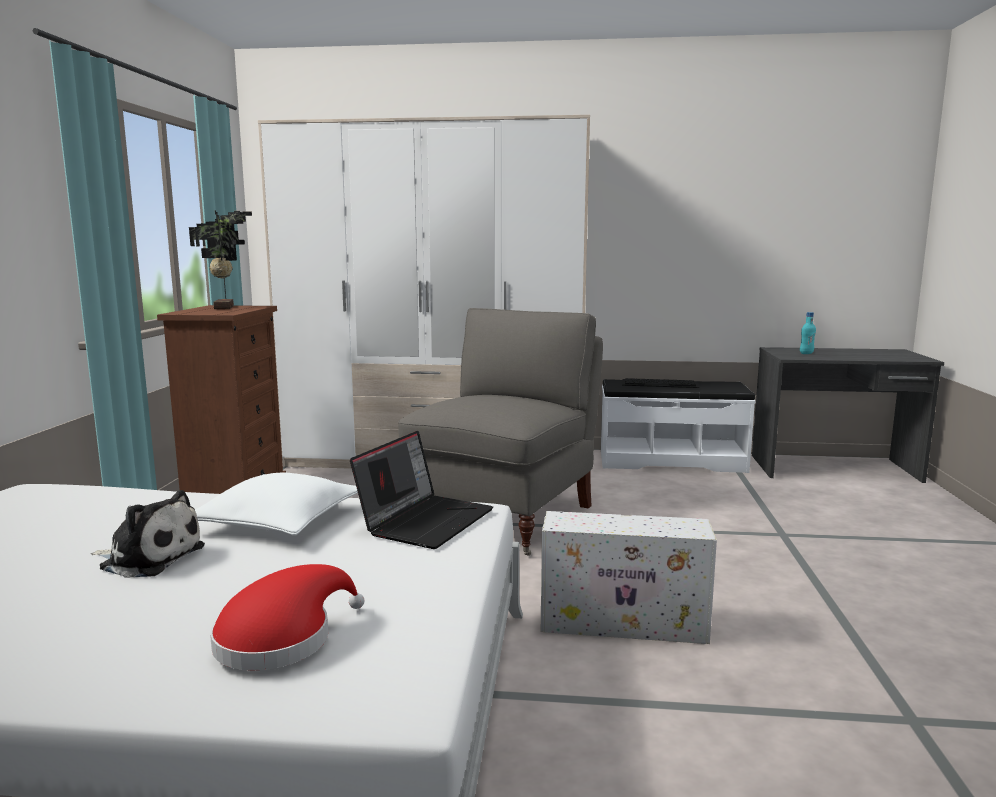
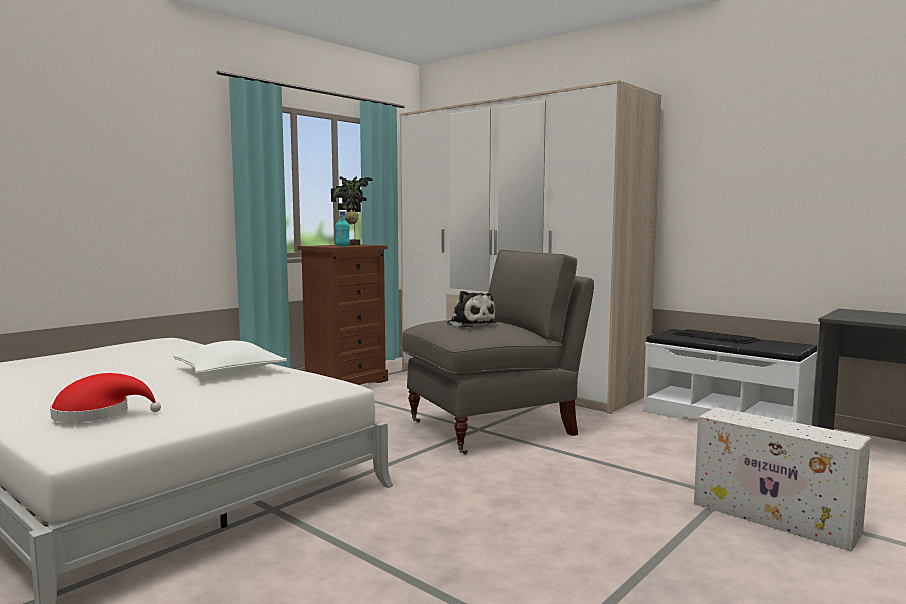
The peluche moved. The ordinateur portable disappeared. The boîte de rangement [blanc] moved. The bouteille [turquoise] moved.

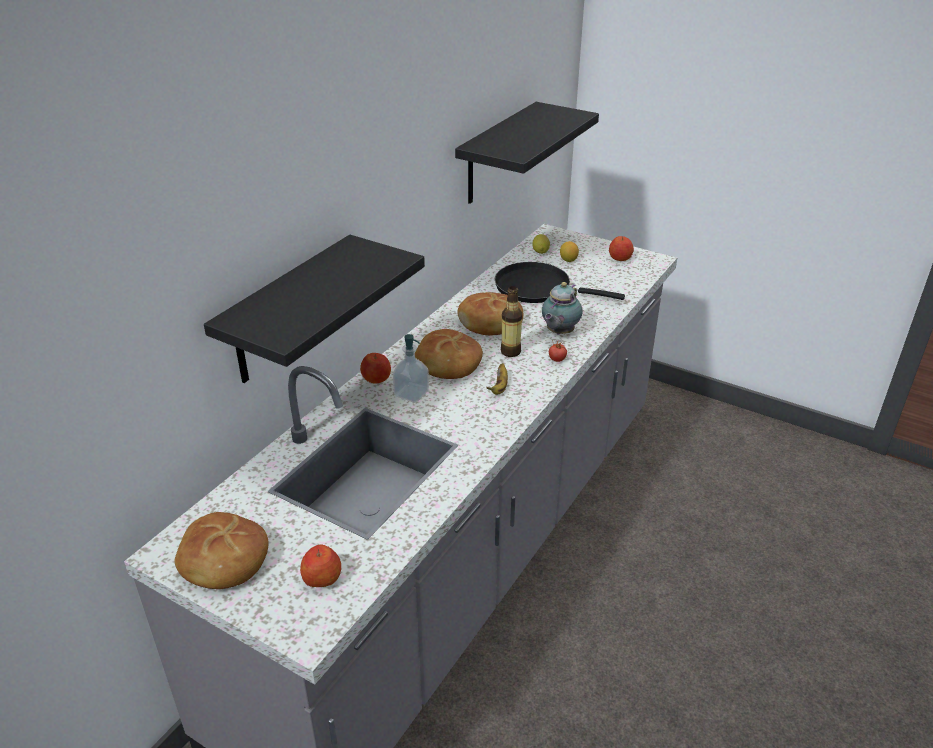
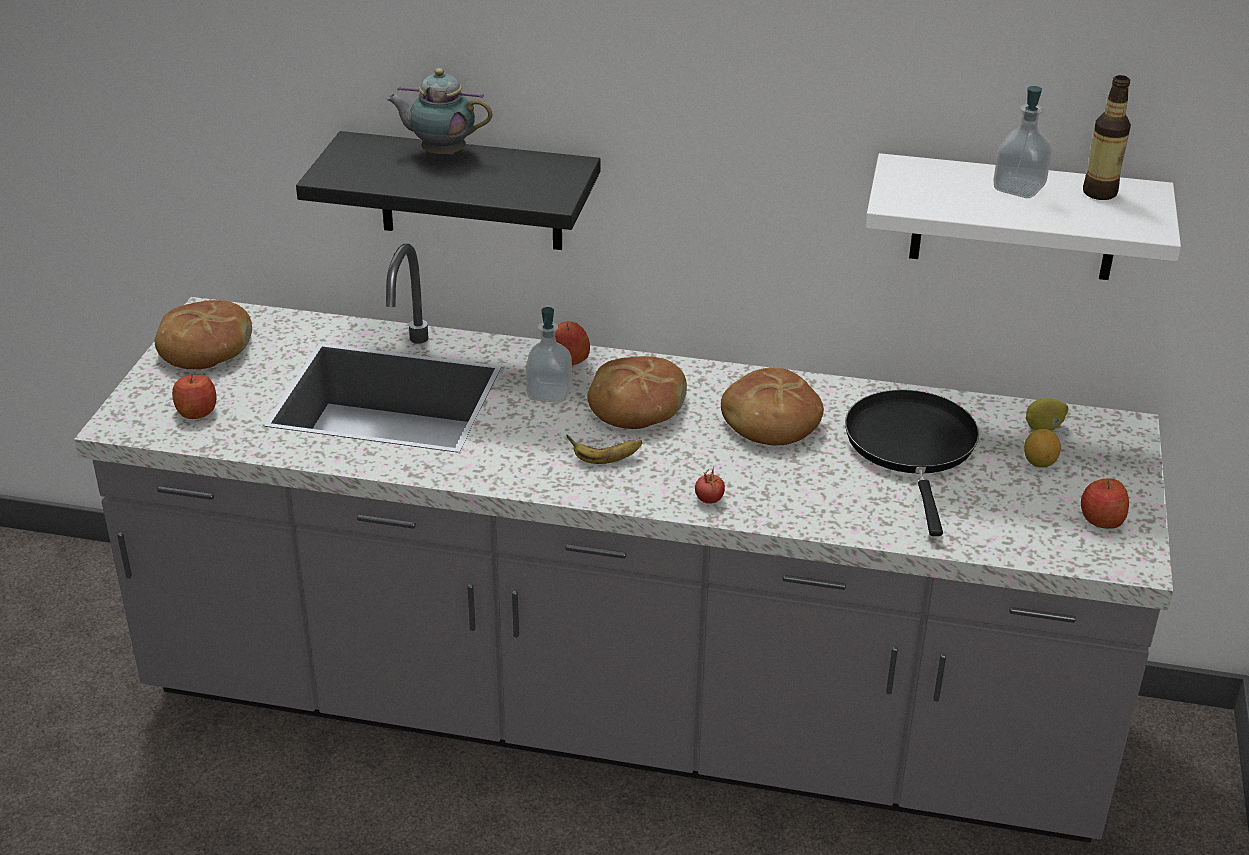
The étagère [noir] (no. 2 from left) became the étagère [blanc]. The bouteille moved. The théière moved. The distributeur de savon (no. 2 from left) appeared.

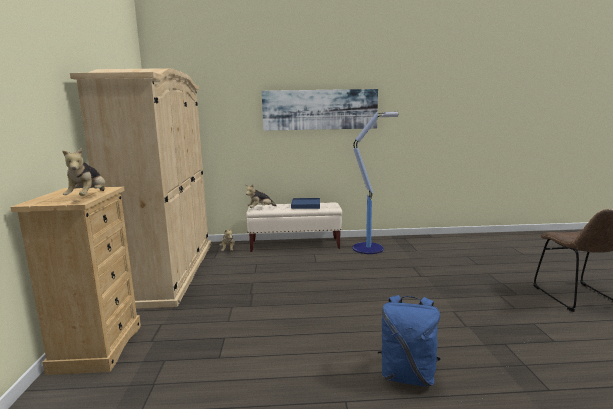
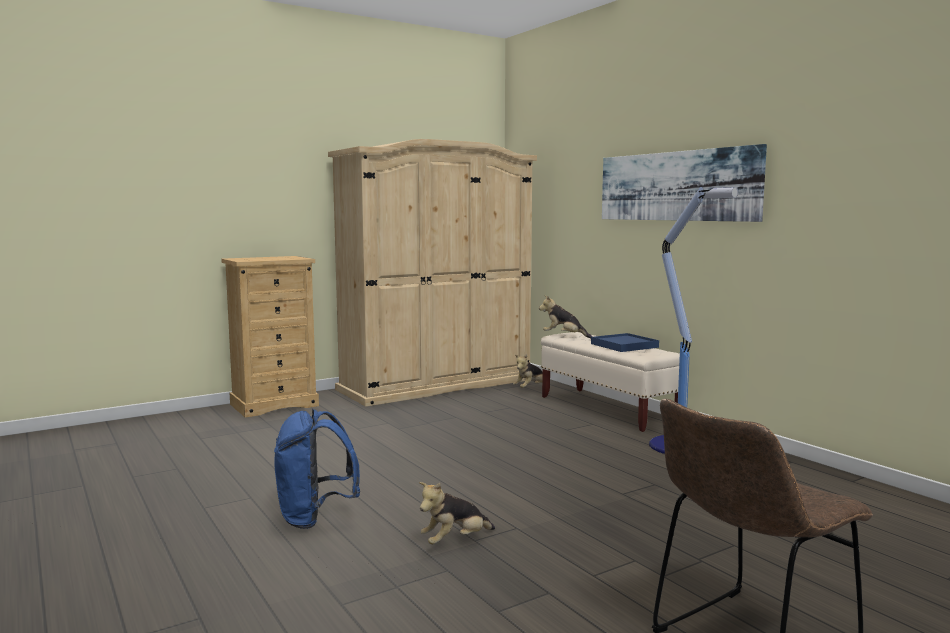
The peluche (no. 1 from left) moved.

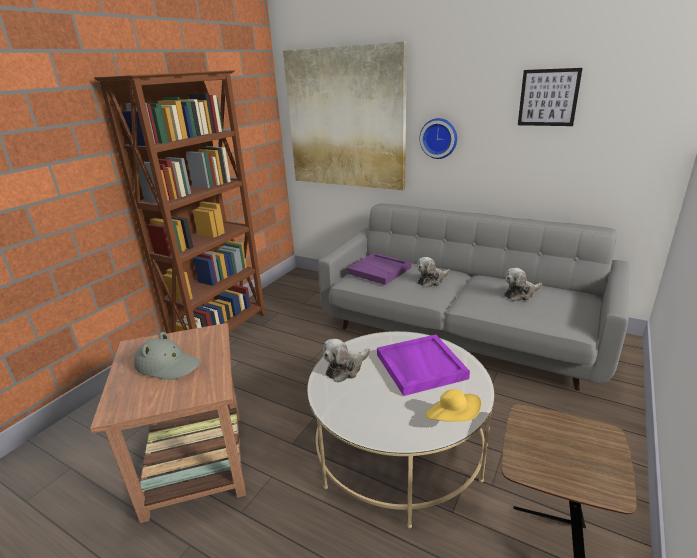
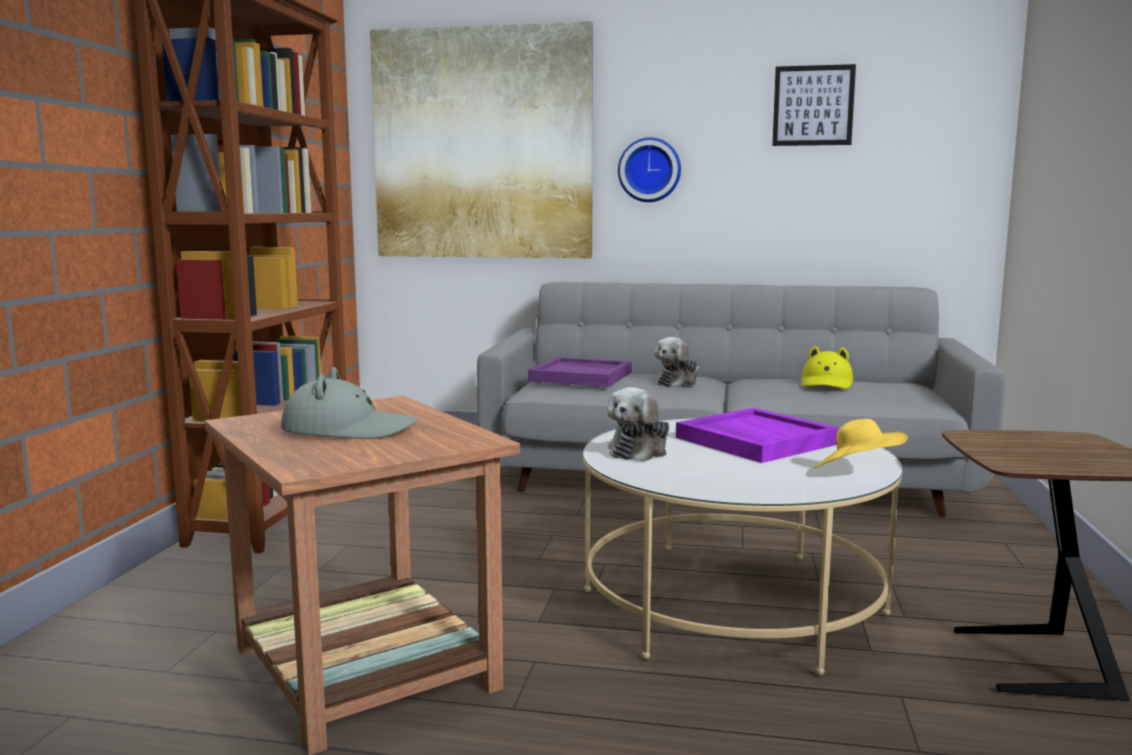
The peluche (no. 3 from left) was replaced by the chapeau [jaune] (no. 1 from left).

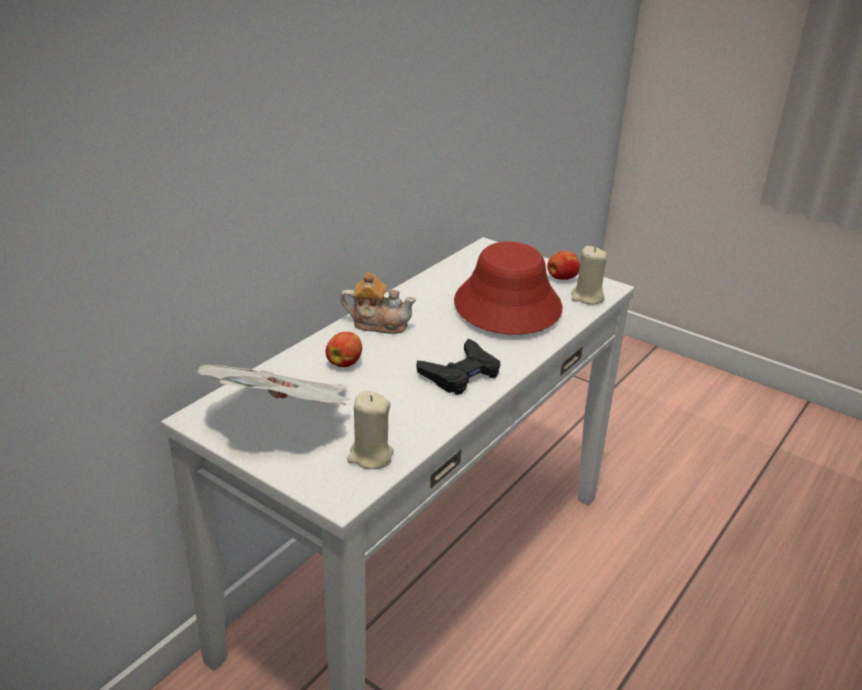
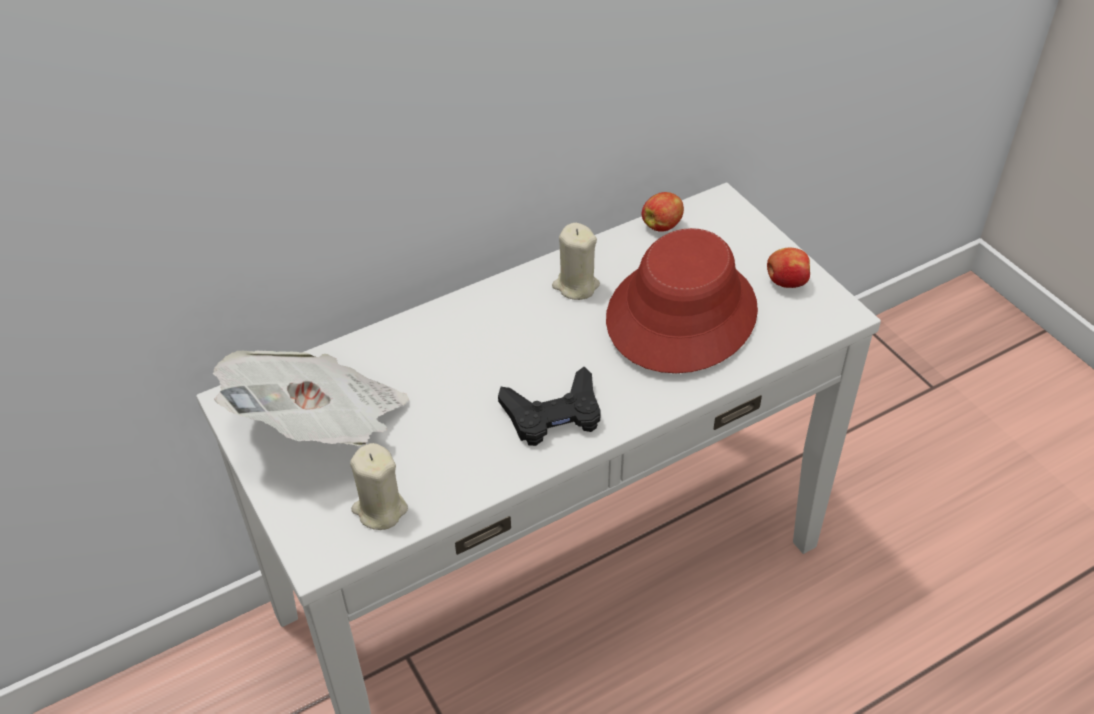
The pomme (no. 1 from left) moved. The théière disappeared. The bougie [beige] (no. 2 from left) moved.

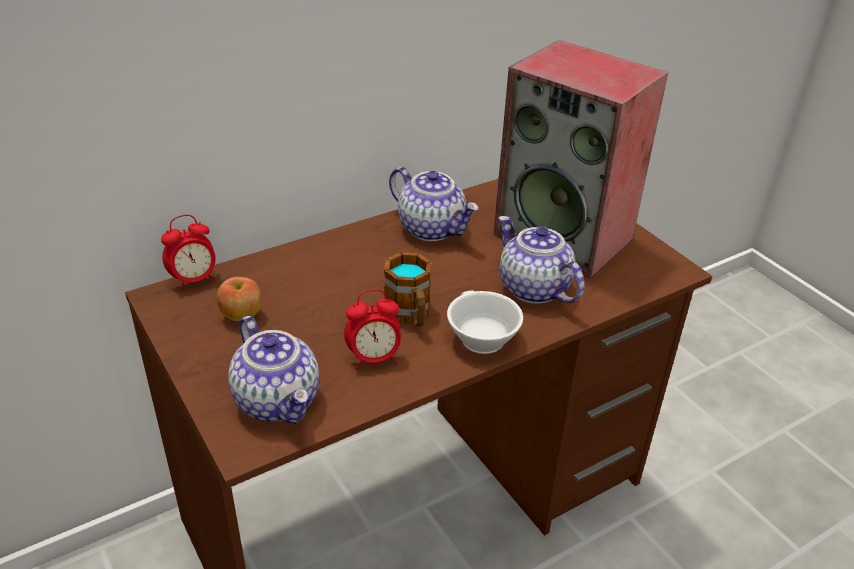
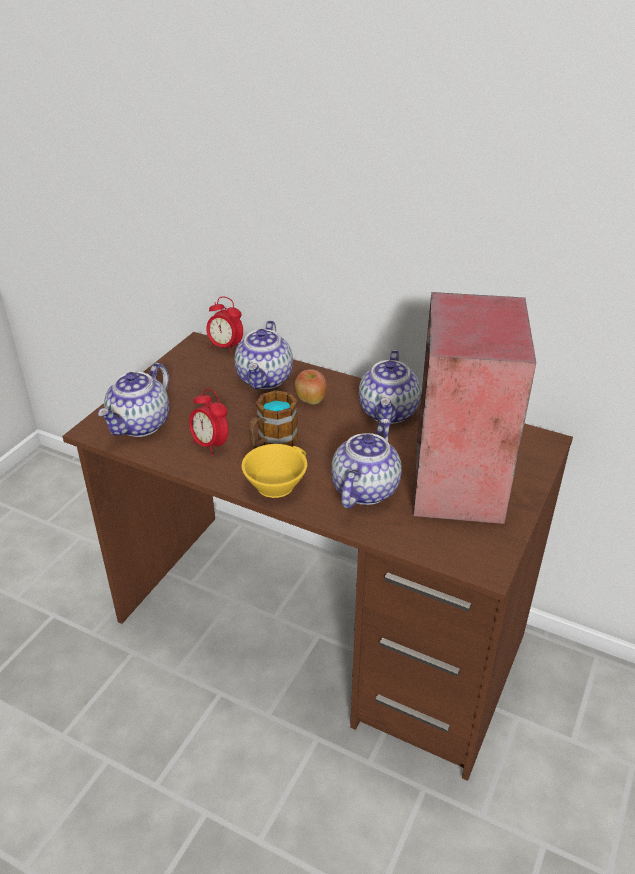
The pomme moved. The tasse [blanc] became the tasse [jaune]. The théière (no. 2 from left) appeared.

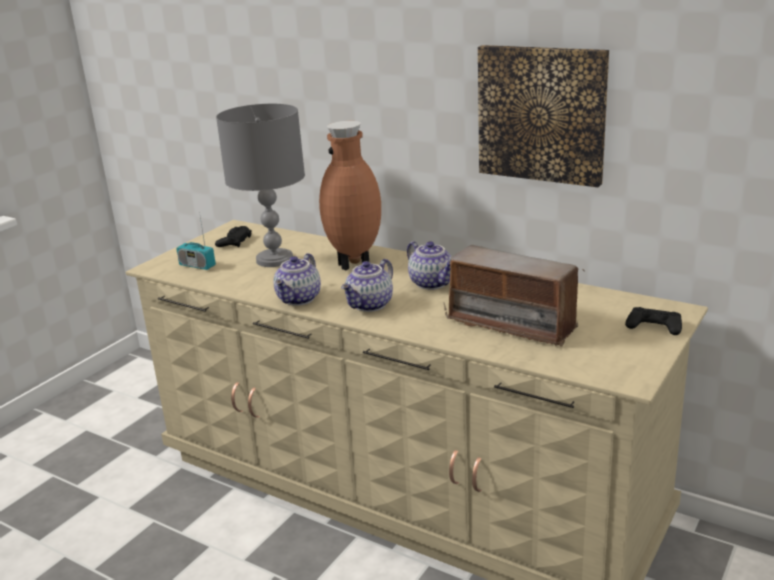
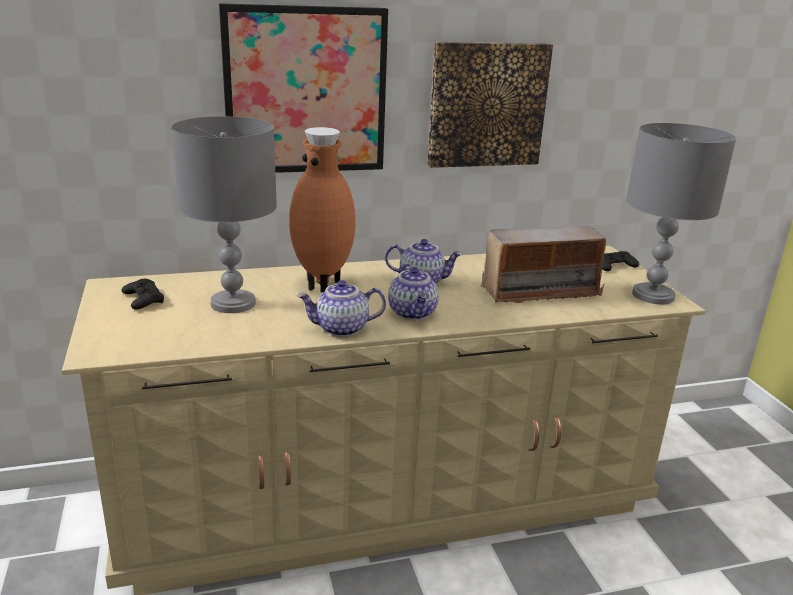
The radio (no. 1 from left) disappeared. The théière (no. 1 from left) turned 105 degrees clockwise. The tableau (no. 1 from left) appeared. The lampe de table [gris] (no. 2 from left) appeared.

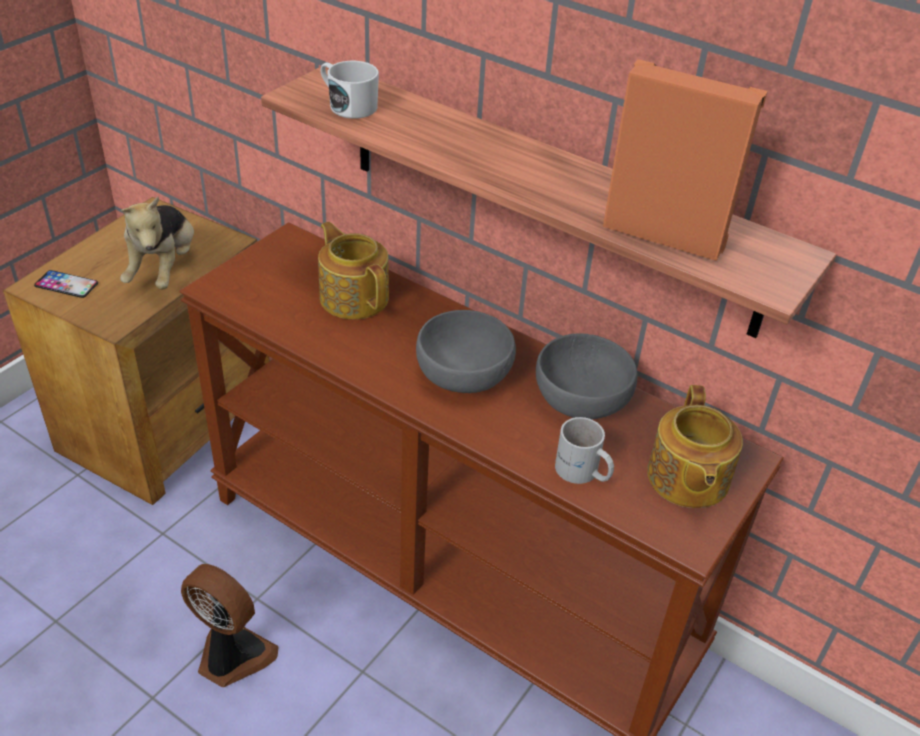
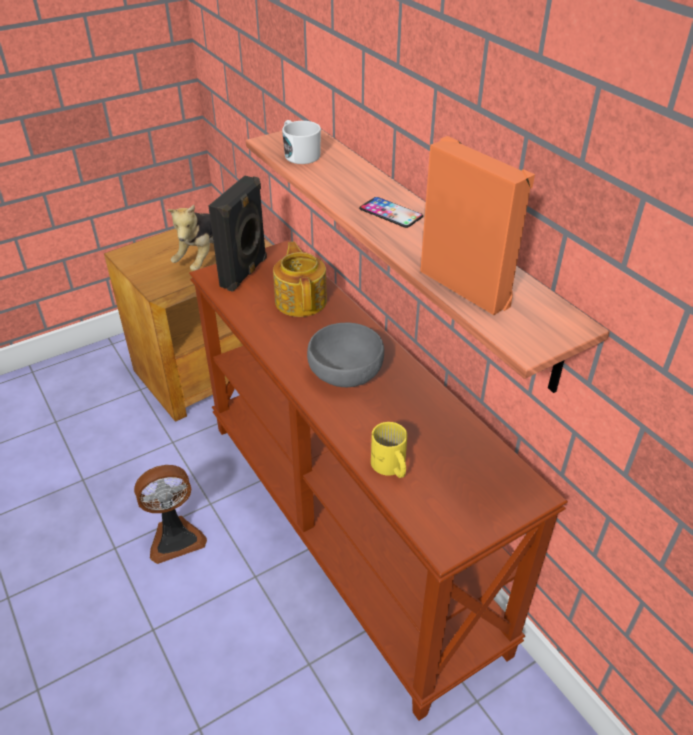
The téléphone moved. The ventilateur turned 105 degrees clockwise. The bol [gris] (no. 2 from left) disappeared. The mug [blanc] (no. 2 from left) became the mug [jaune]. The théière (no. 2 from left) disappeared. The enceinte [noir] appeared.

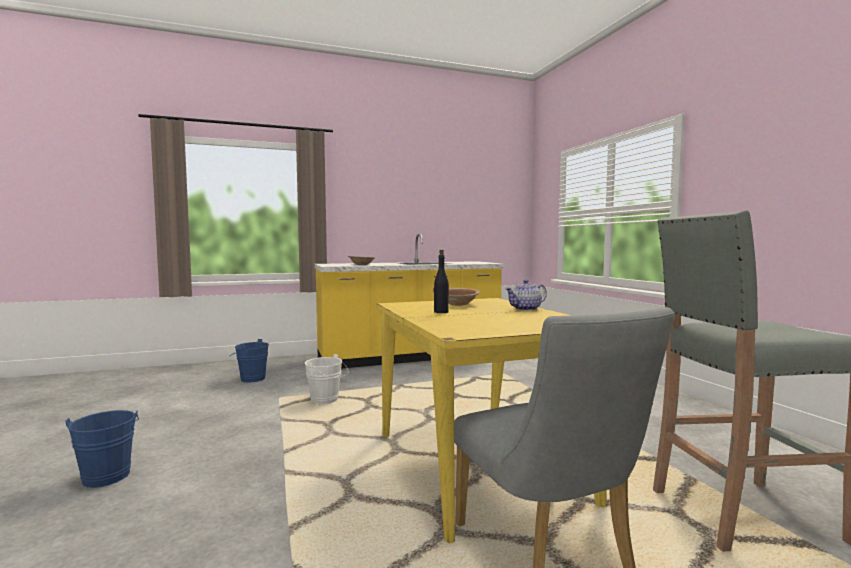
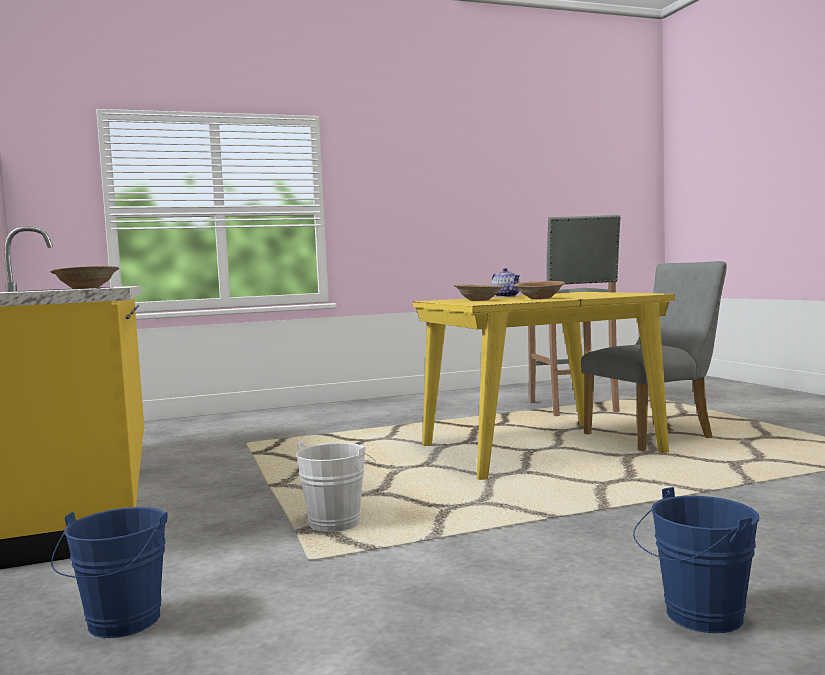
The bouteille [noir] was replaced by the bol [marron] (no. 3 from left).

